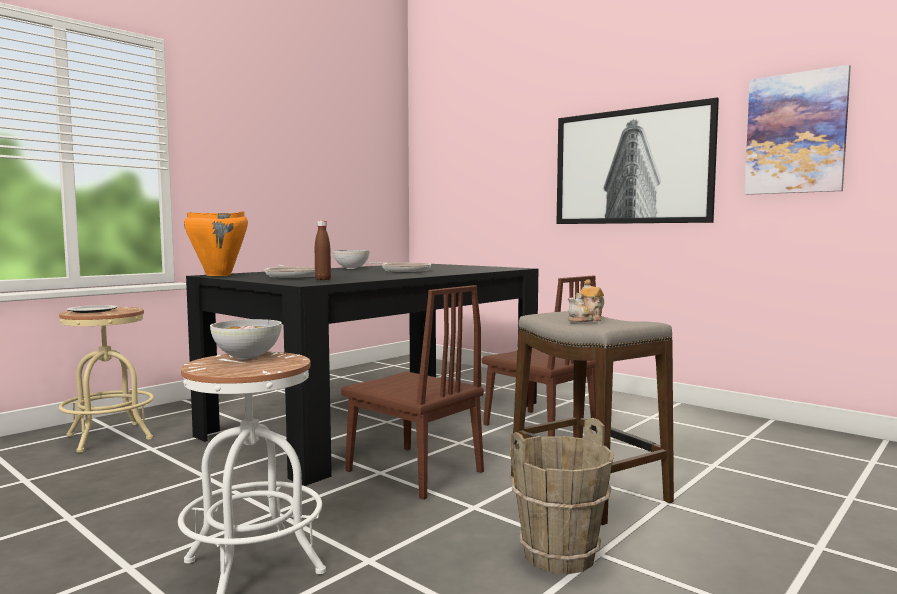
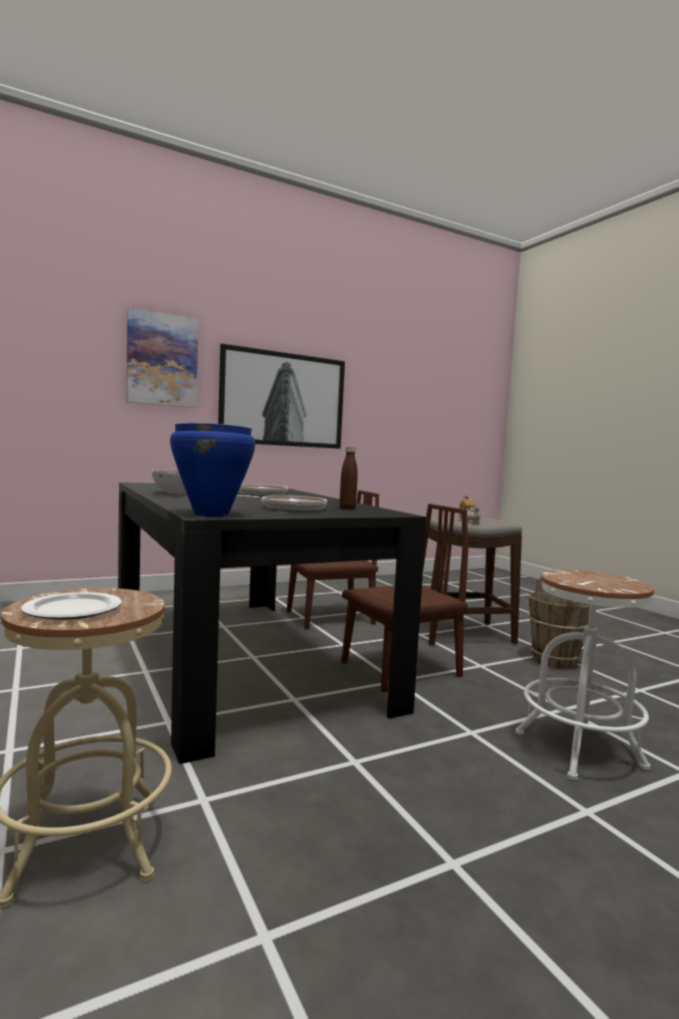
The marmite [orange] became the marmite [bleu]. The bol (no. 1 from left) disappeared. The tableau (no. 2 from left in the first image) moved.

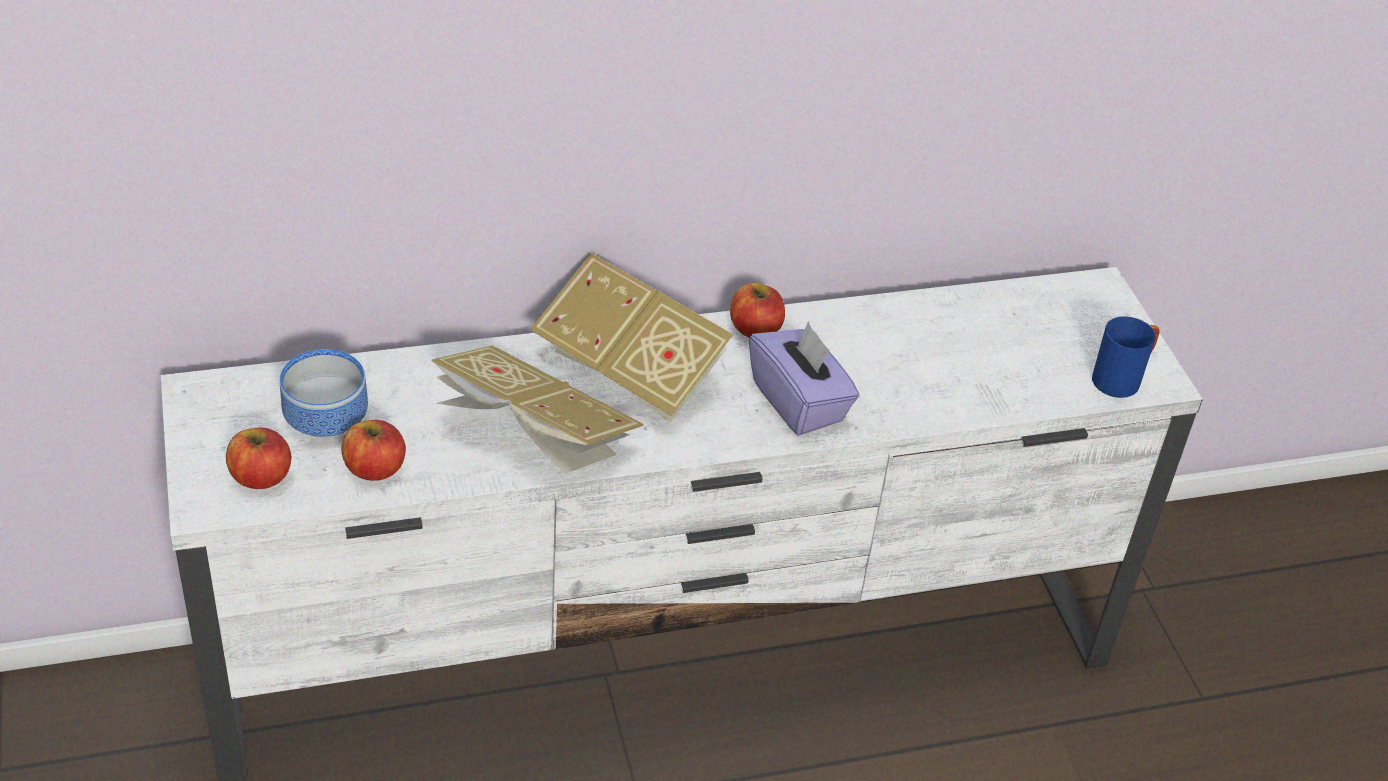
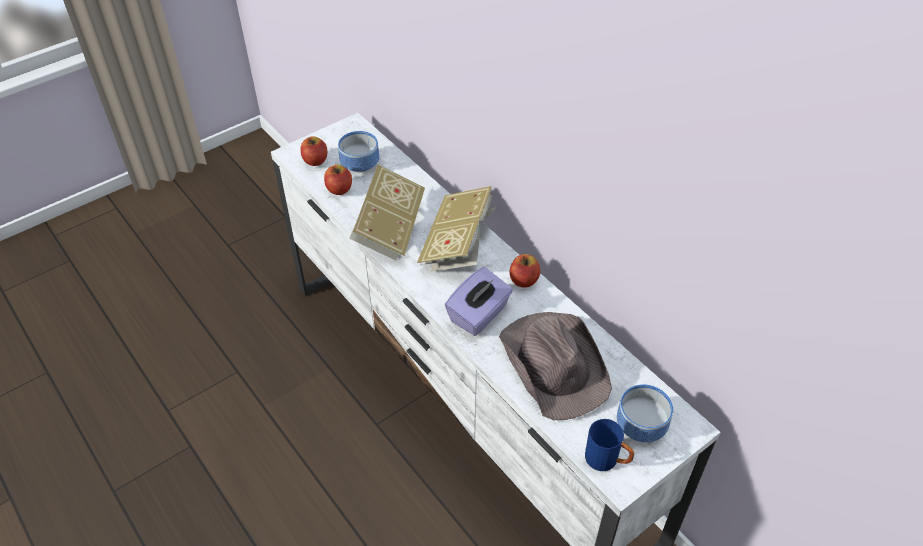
The chapeau [marron] appeared. The bol (no. 2 from left) appeared.

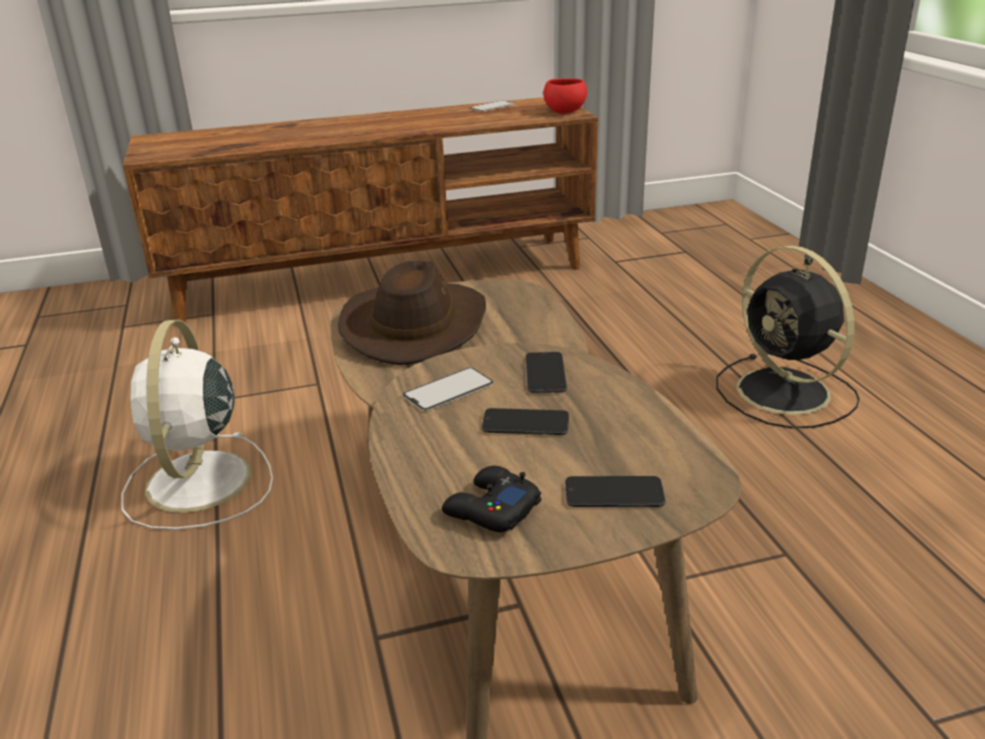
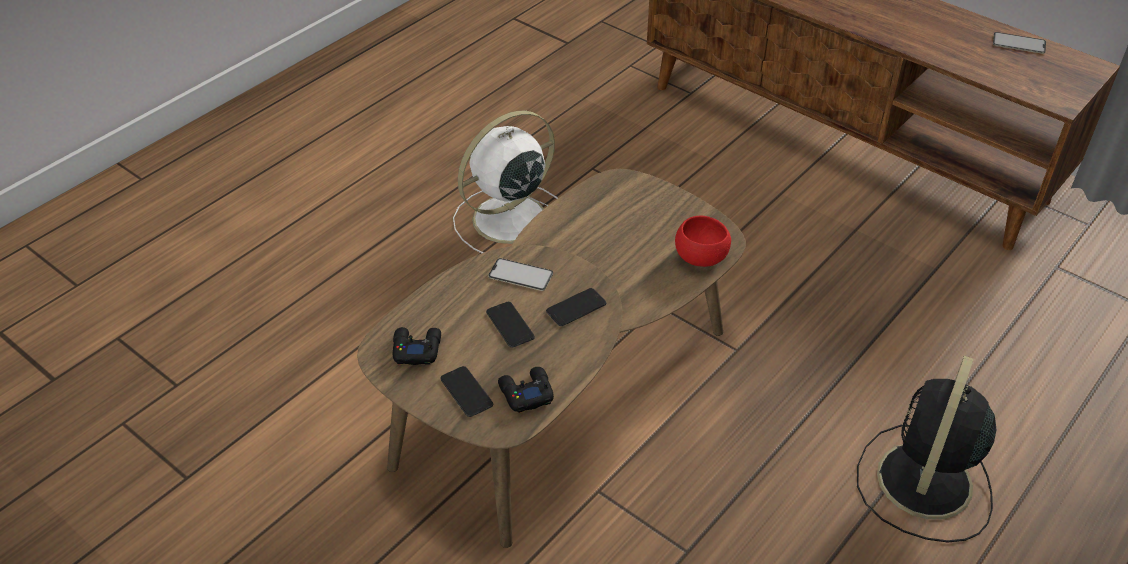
The chapeau [marron] disappeared. The bol [rouge] moved. The manette [noir] (no. 2 from left) appeared.

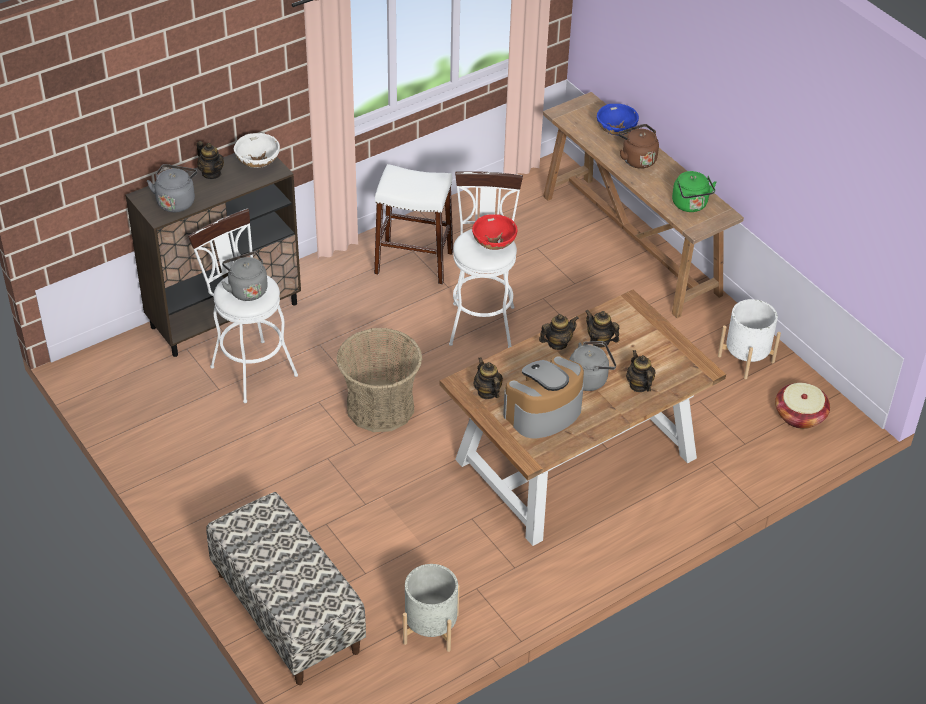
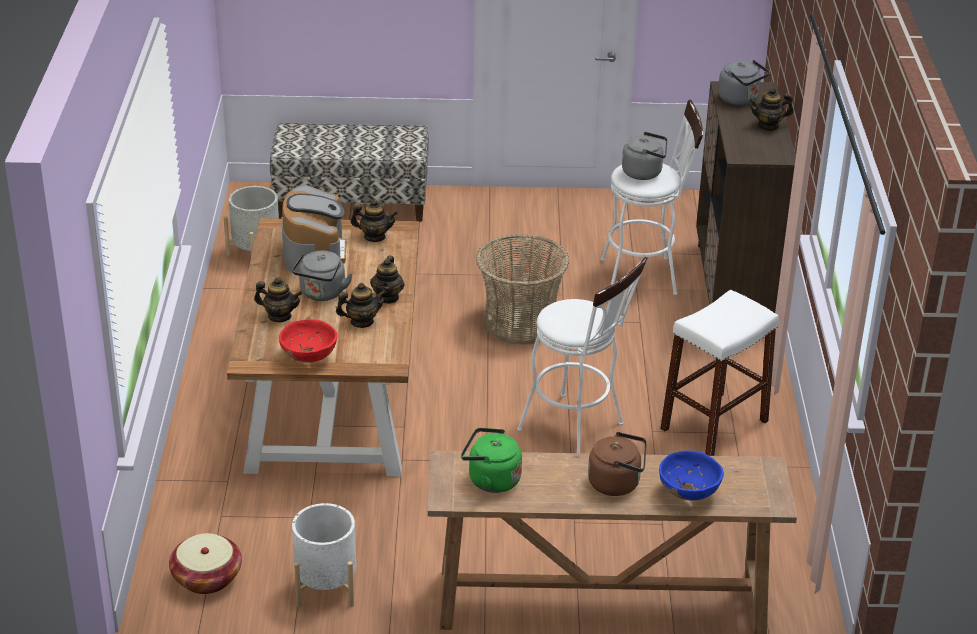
The bol [blanc] disappeared. The bol [rouge] moved.

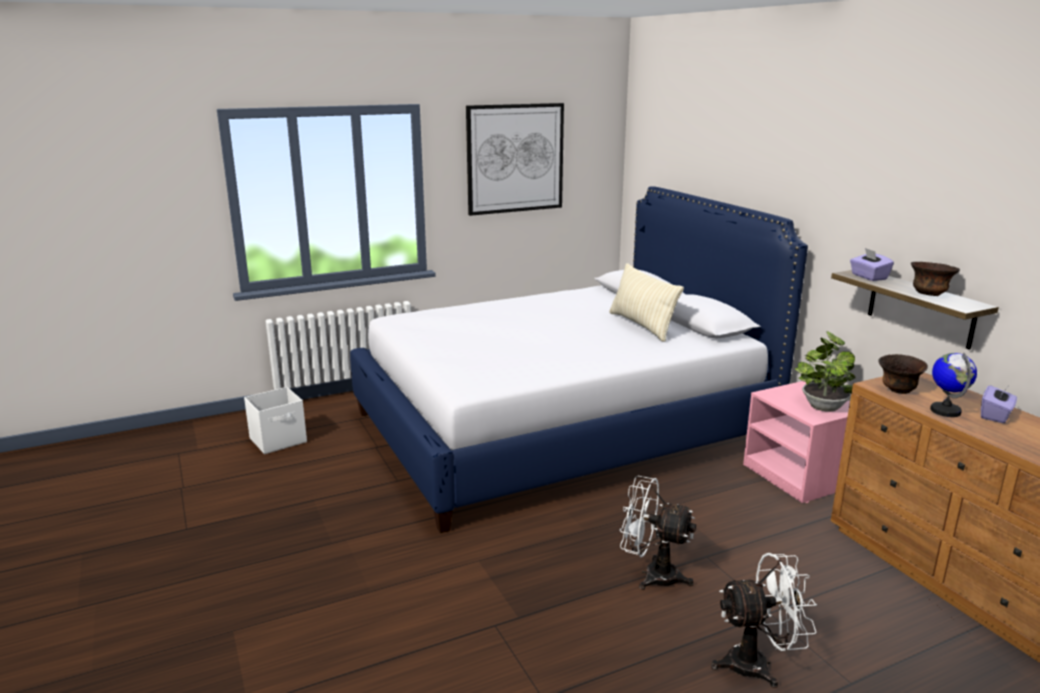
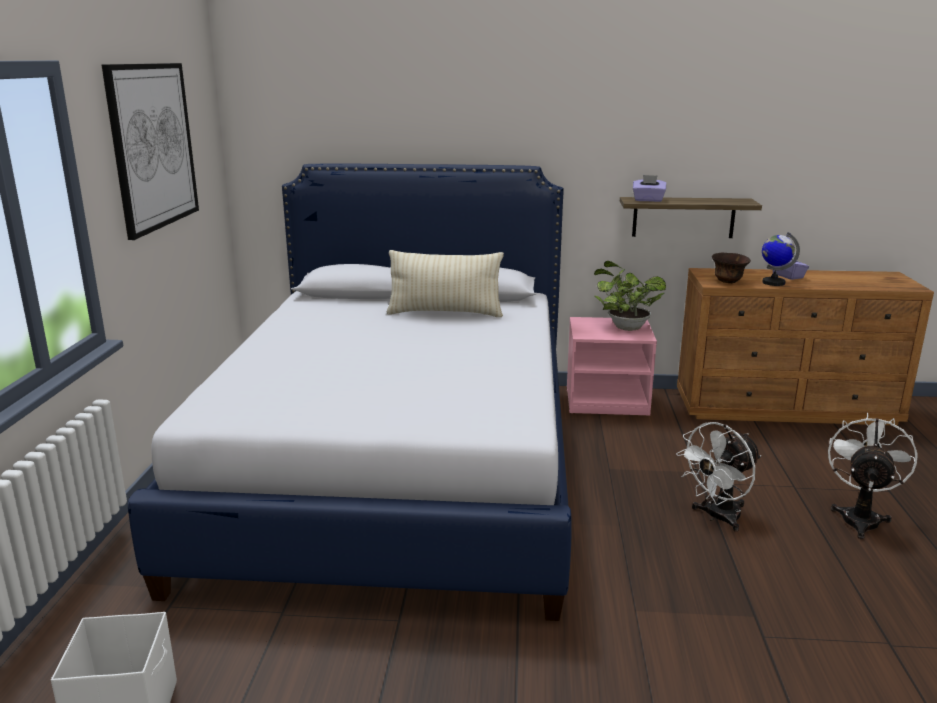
The bol [marron] (no. 2 from left) disappeared.

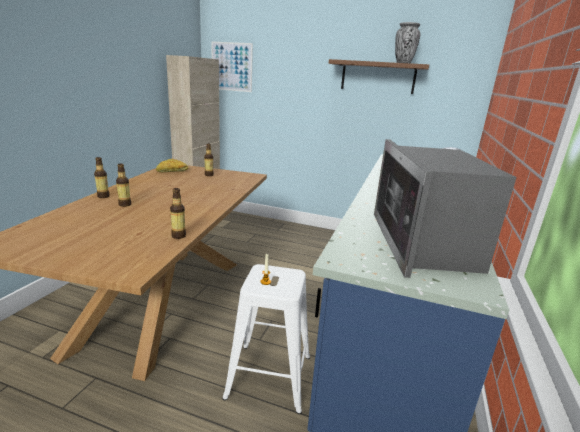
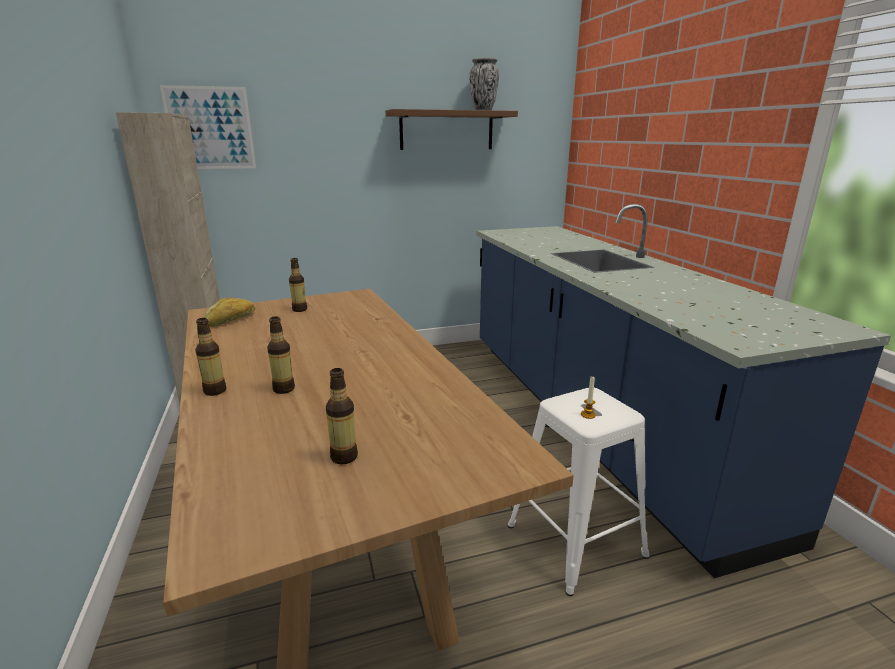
The bouteille (no. 3 from left in the first image) moved. The micro-ondes disappeared.

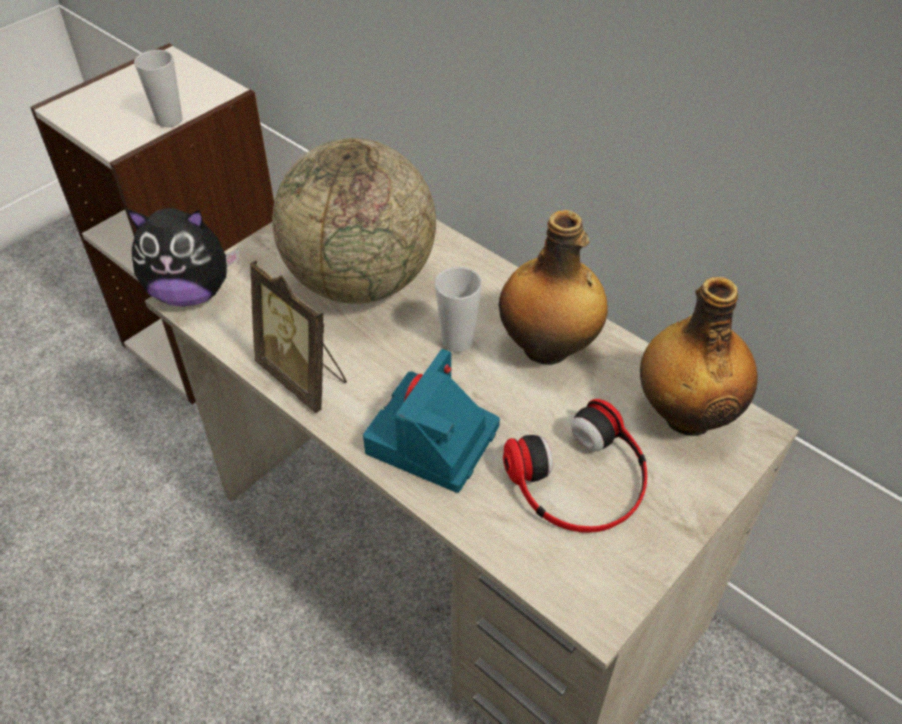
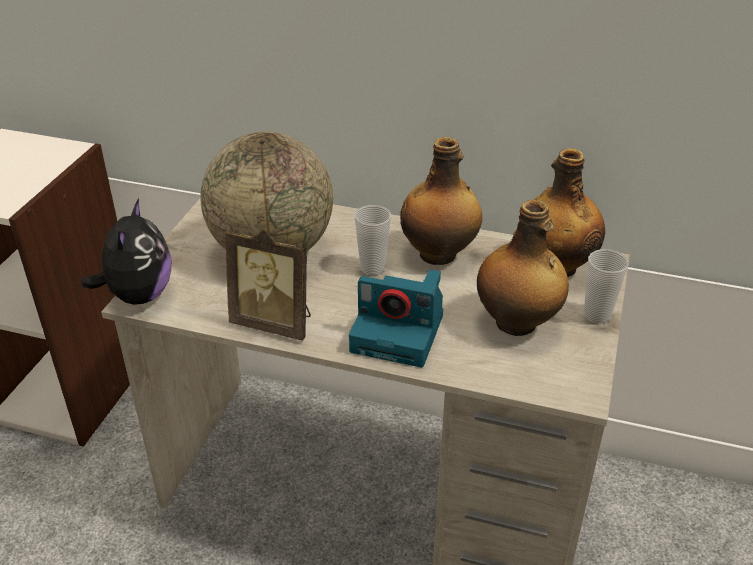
The peluche turned 60 degrees counterclockwise. The tasse (no. 1 from left in the first image) moved. The appareil photo turned 75 degrees counterclockwise. The casque audio was replaced by the bouteille (no. 2 from left).

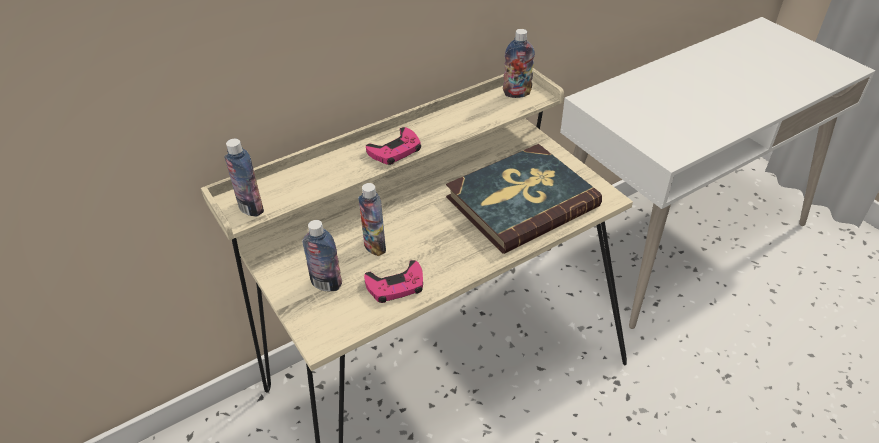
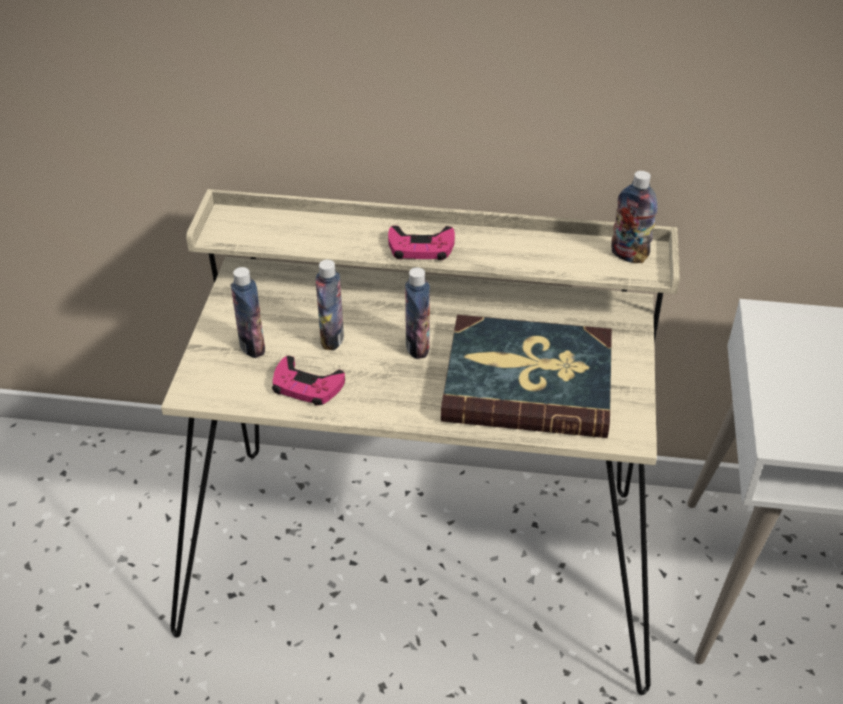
The bouteille (no. 1 from left in the first image) moved.

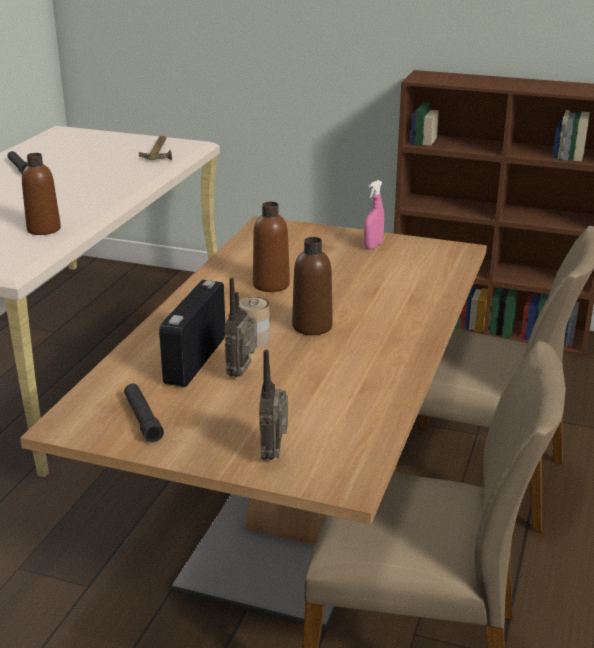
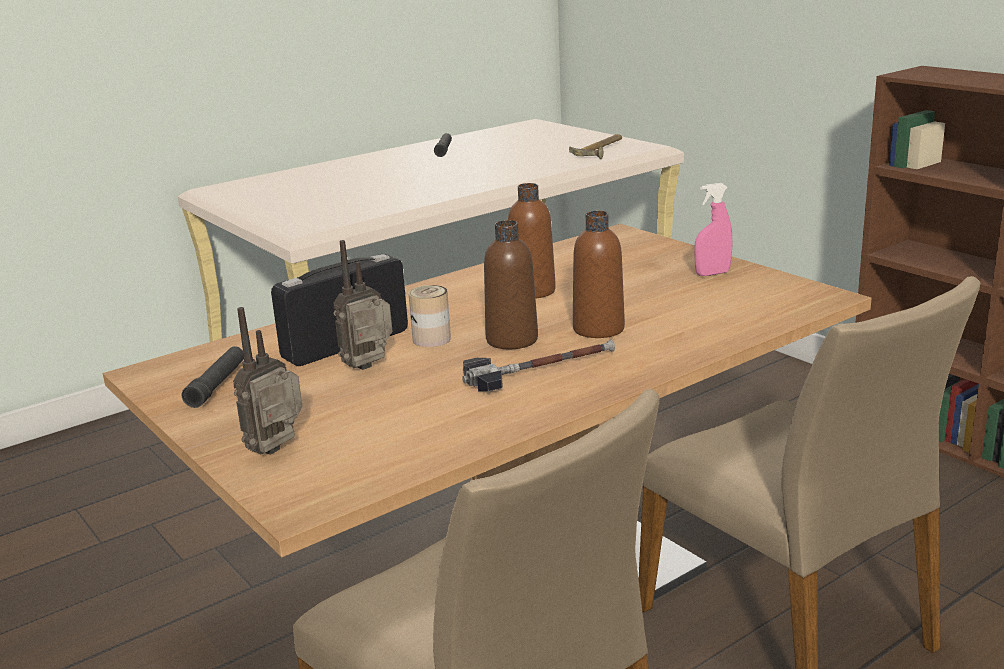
The bouteille [marron] (no. 1 from left in the first image) moved. The marteau (no. 1 from left) appeared.

